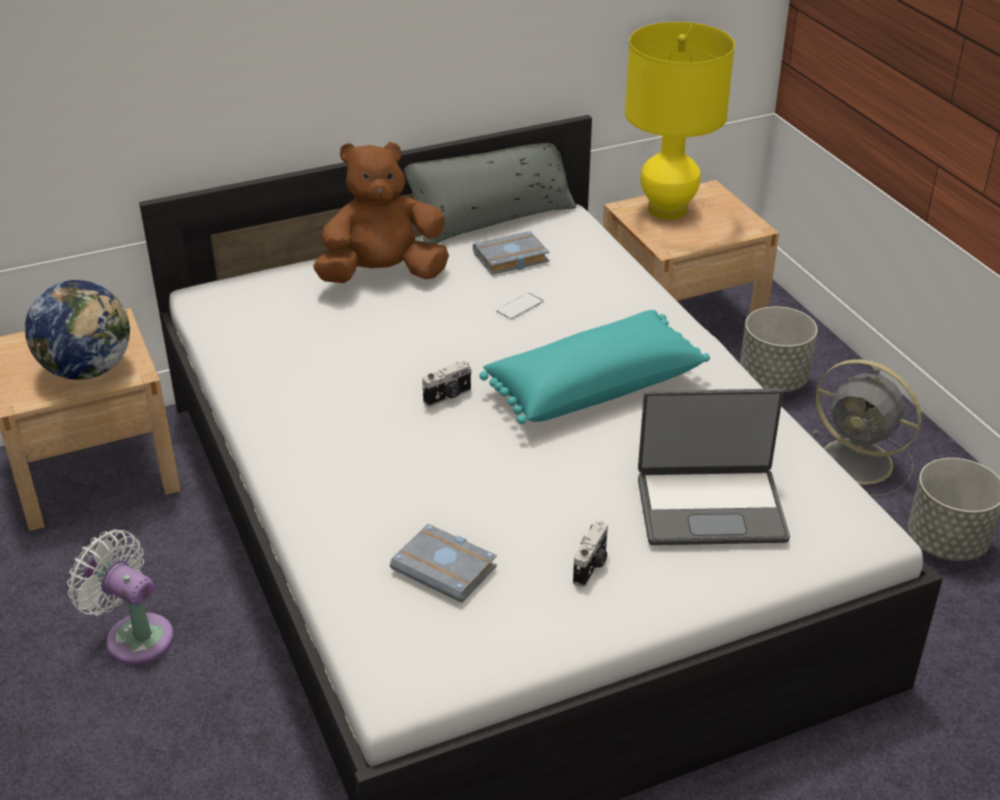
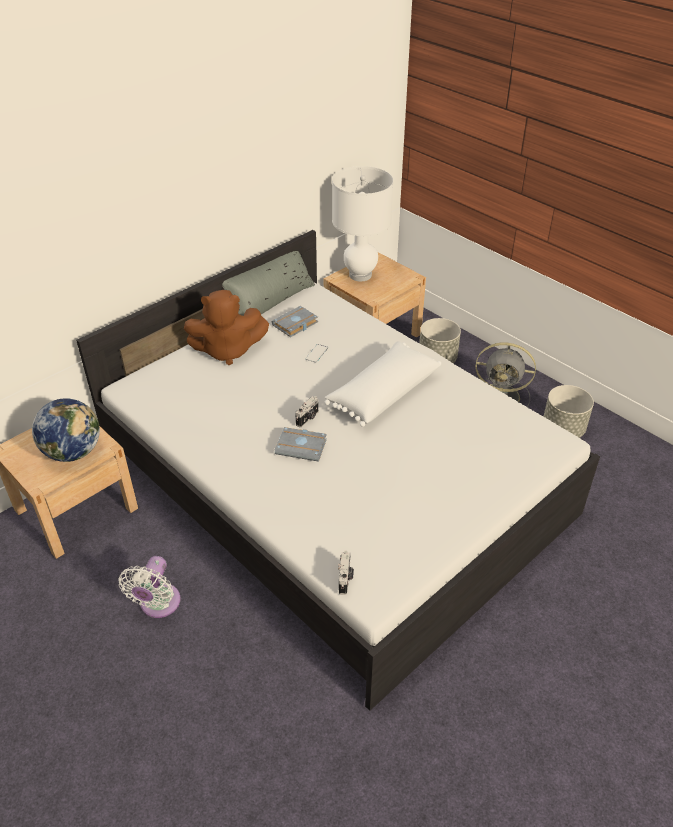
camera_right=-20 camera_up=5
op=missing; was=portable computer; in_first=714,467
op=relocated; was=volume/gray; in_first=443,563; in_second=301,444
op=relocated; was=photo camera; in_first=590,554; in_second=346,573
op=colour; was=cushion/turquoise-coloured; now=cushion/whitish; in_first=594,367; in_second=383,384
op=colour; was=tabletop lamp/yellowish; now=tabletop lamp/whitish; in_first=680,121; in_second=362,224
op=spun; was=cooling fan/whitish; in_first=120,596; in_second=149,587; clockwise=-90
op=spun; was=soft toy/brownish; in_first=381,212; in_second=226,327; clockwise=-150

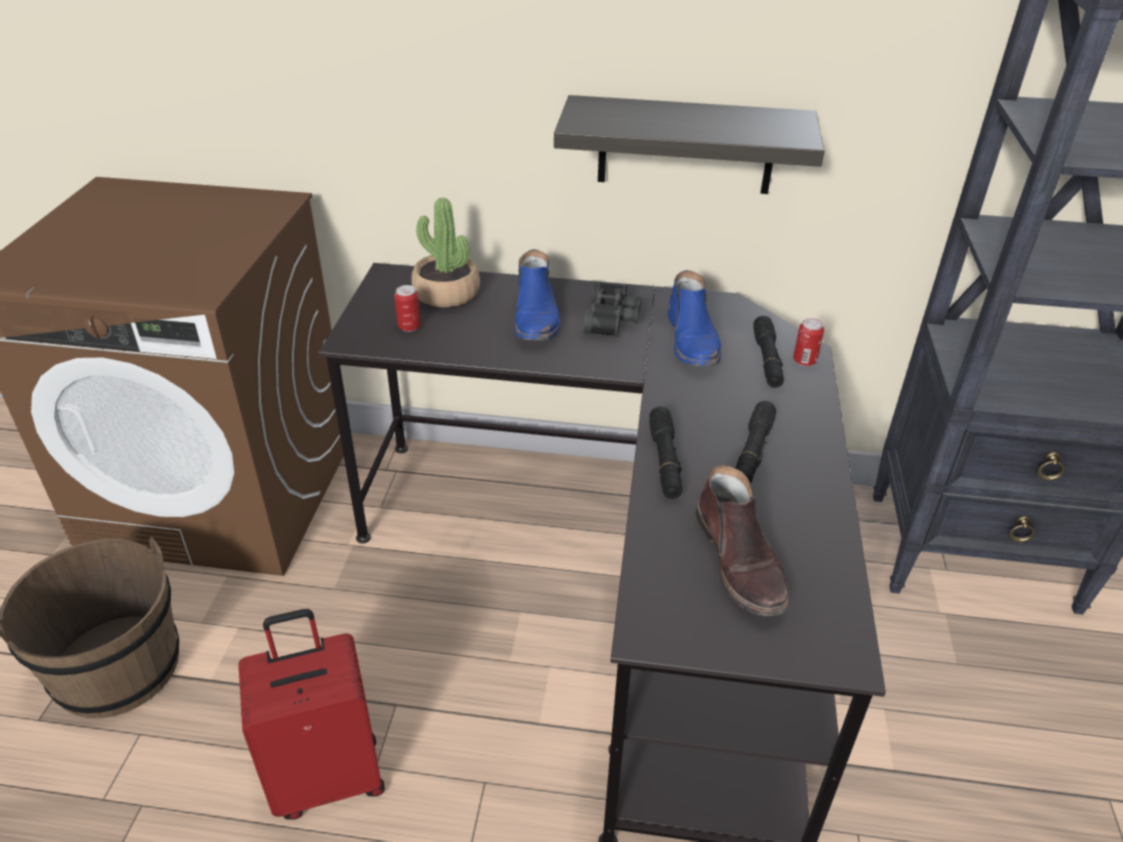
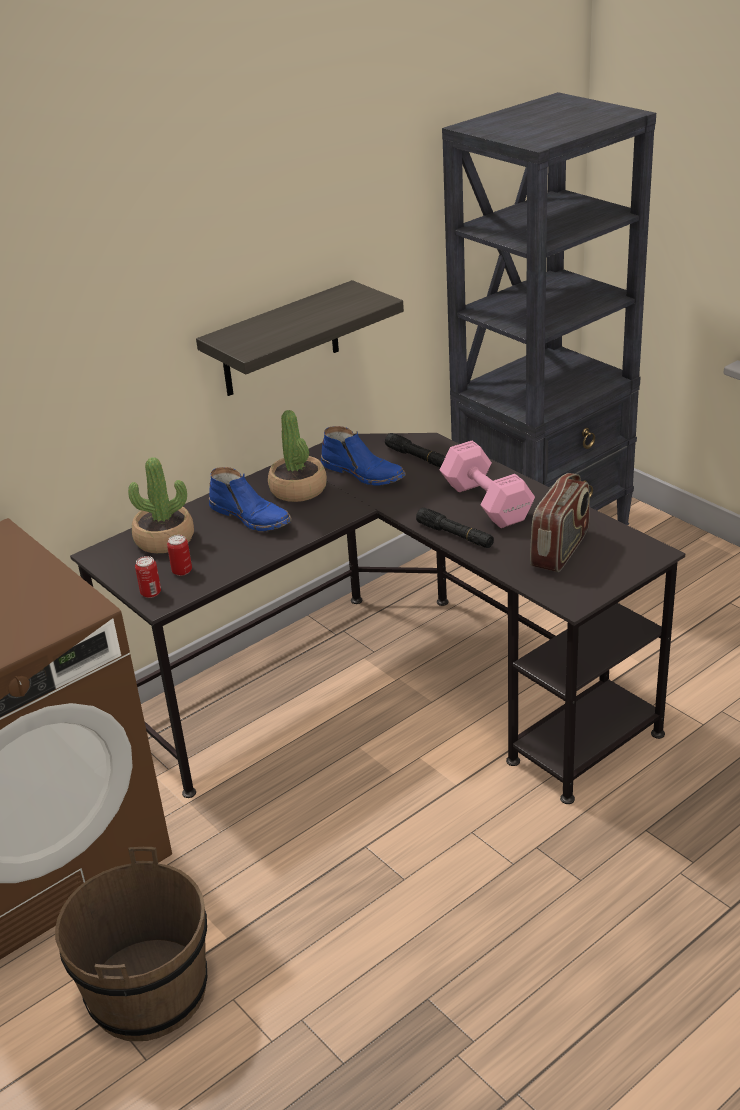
camera_right=-45 camera_up=-5
op=missing; was=piece of luggage/red; in_first=311,714
op=relocated; was=metal can; in_first=808,342; in_second=148,577
op=exchanged; was=field glasses/blackish; now=houseplant; in_first=612,309; in_second=297,456
op=exchanged; was=boot/brownish; now=radio; in_first=742,540; in_second=560,522
op=exchanged; was=hand torch/blackish; now=hand weight/pink; in_first=755,442; in_second=487,484

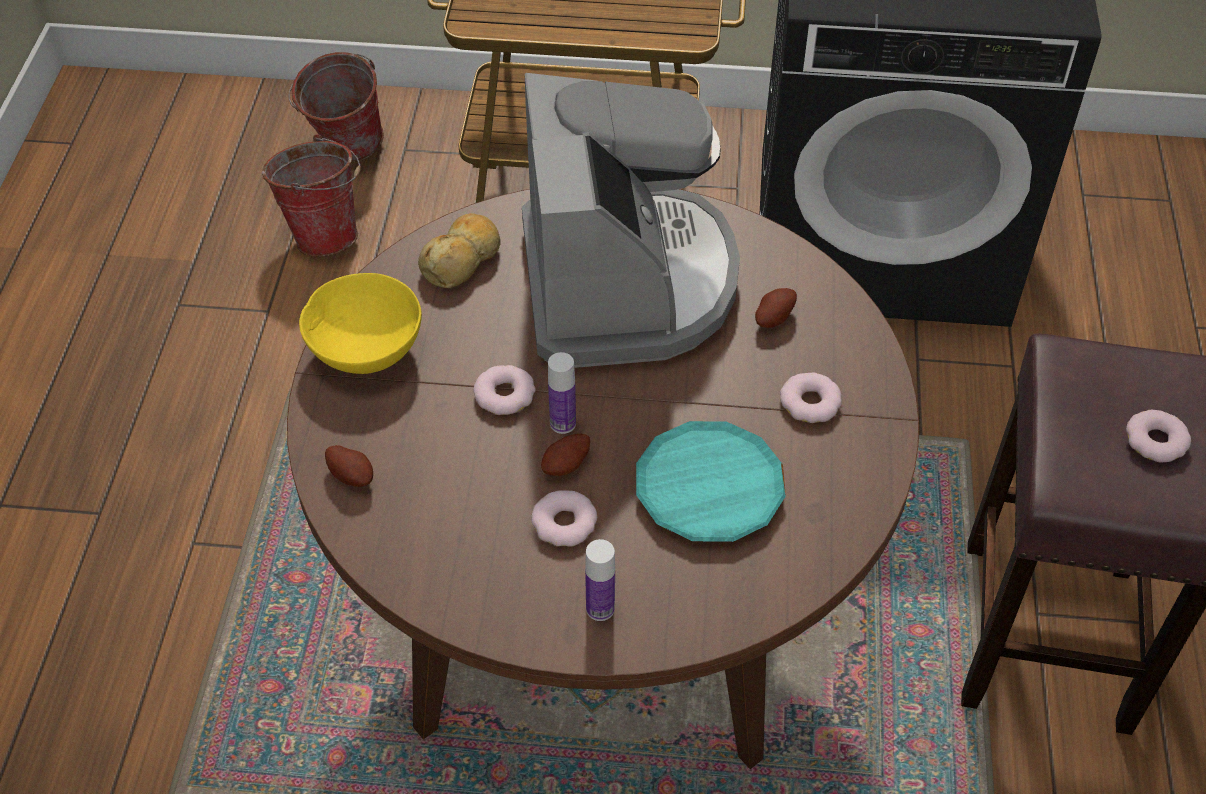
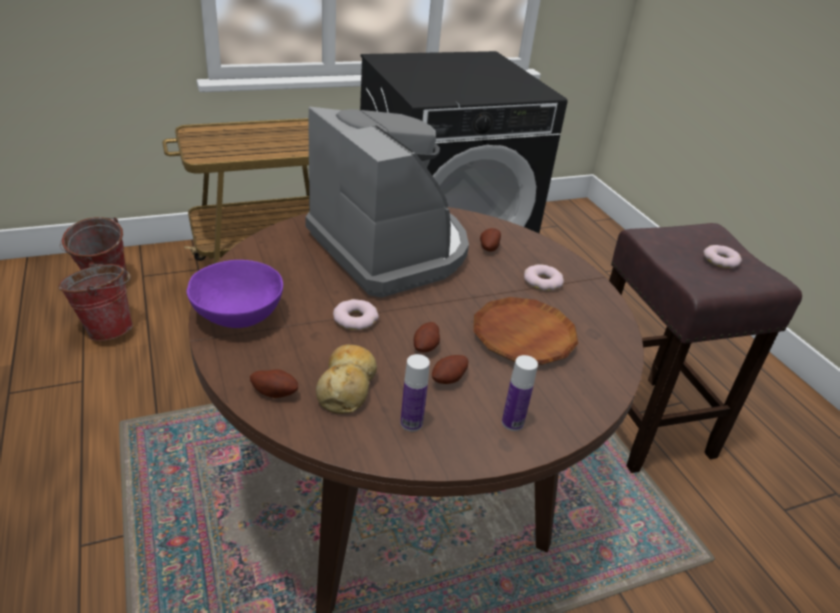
camera_right=-30 camera_up=-15
op=relocated; was=bread; in_first=459,250; in_second=346,379
op=relocated; was=beverage bottle; in_first=562,393; in_second=415,393
op=exchanged; was=donut; now=spud; in_first=564,518; in_second=450,369
op=colour; was=serving bowl/yellowish; now=serving bowl/purple-coloured; in_first=360,323; in_second=235,294
op=colour; was=dinner plate/turquoise-coloured; now=dinner plate/brownish; in_first=711,481; in_second=526,331

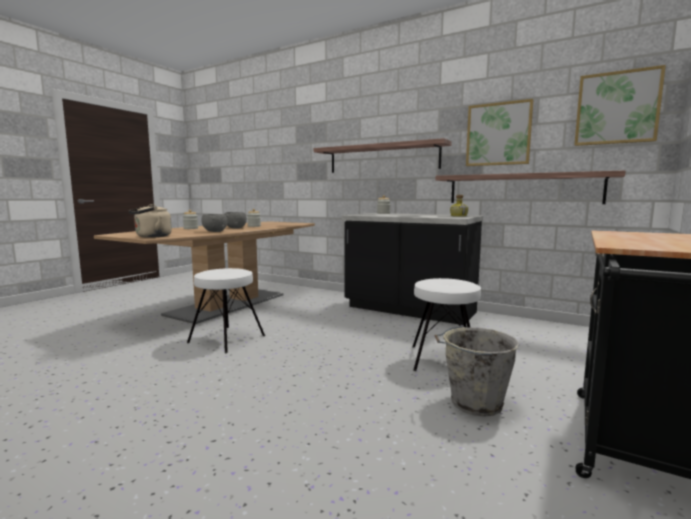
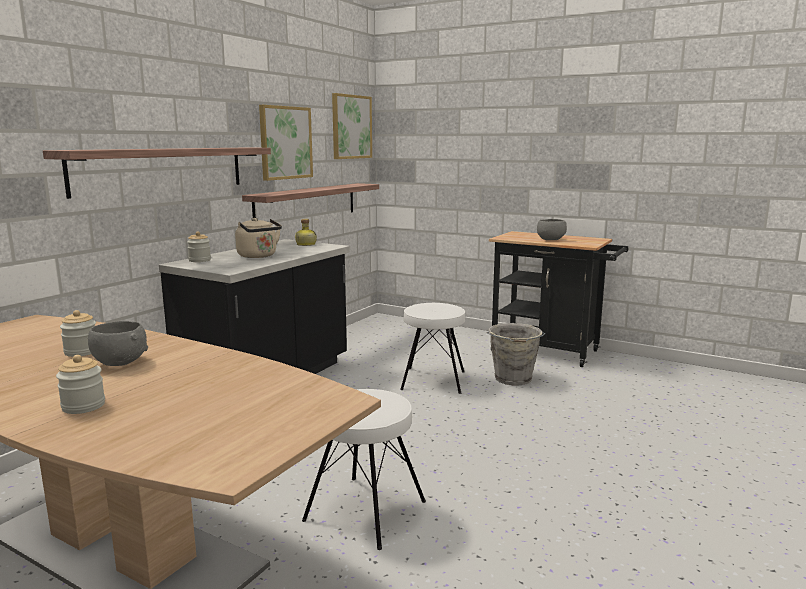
camera_right=-90 camera_up=5
op=relocated; was=kettle/sand-coloured; in_first=150,221; in_second=258,238
op=relocated; was=serving bowl/gray; in_first=214,223; in_second=552,229

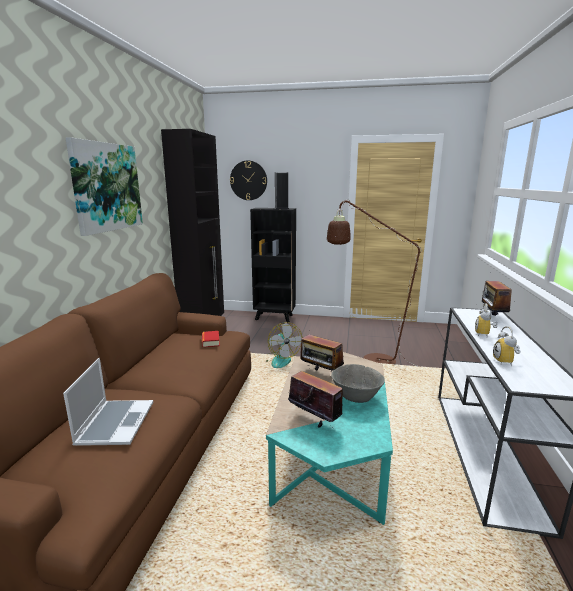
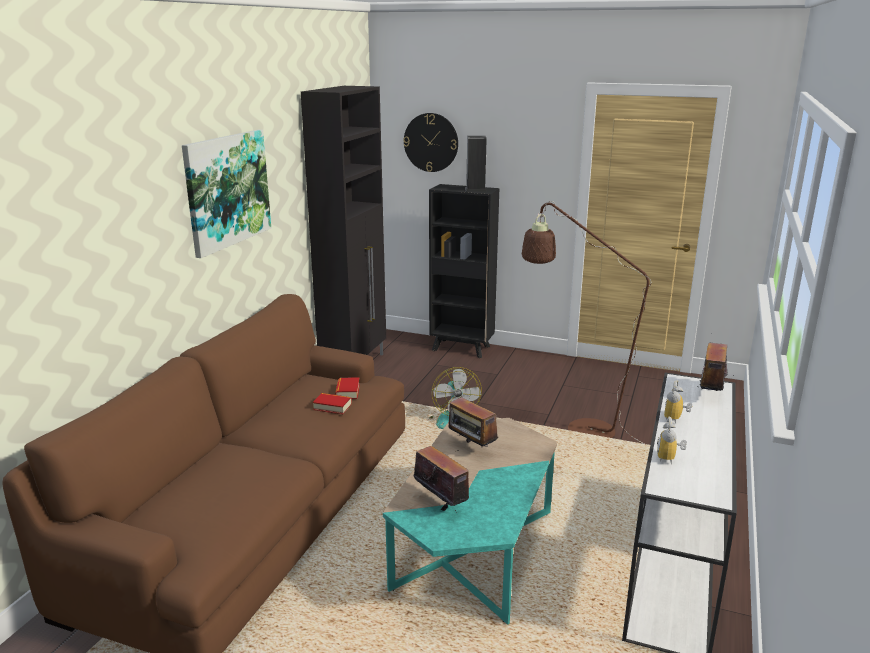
camera_right=10 camera_up=5
op=missing; was=portable computer; in_first=108,402
op=missing; was=serving bowl/gray; in_first=358,383
op=appeared; now=volume; in_second=332,403

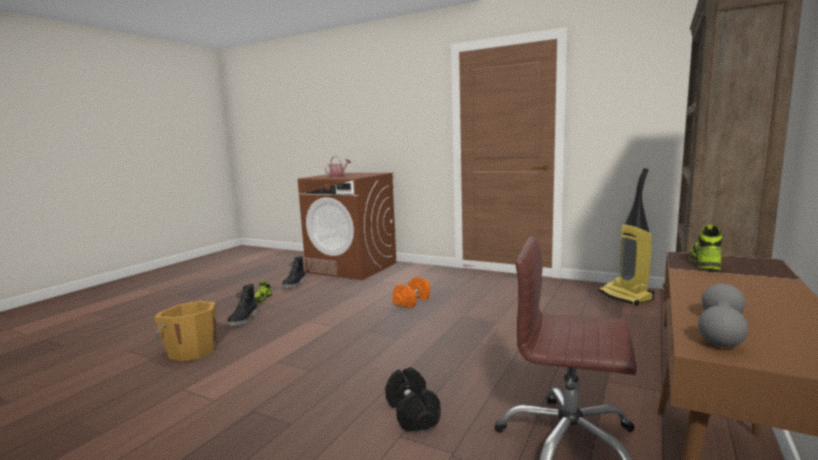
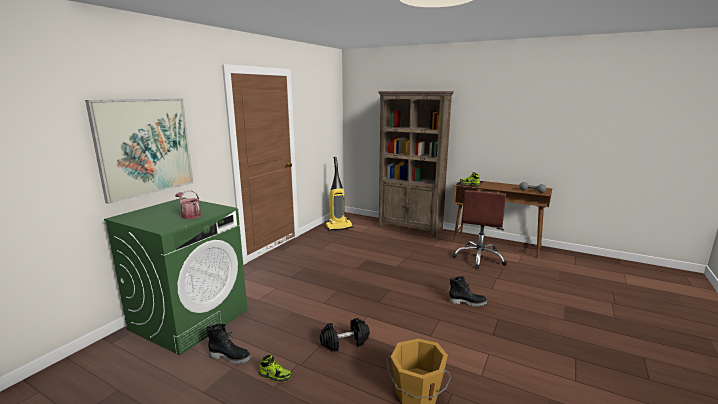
camera_right=-90 camera_up=5
op=missing; was=hand weight/orangey; in_first=411,292
op=appeared; now=wall picture; in_second=139,151
op=relocated; was=boot/blackish; in_first=242,305; in_second=468,291
op=relocated; was=hand weight/blackish; in_first=413,399; in_second=345,335
op=colour; was=laundry machine/brownish; now=laundry machine/green; in_first=347,226; in_second=176,276

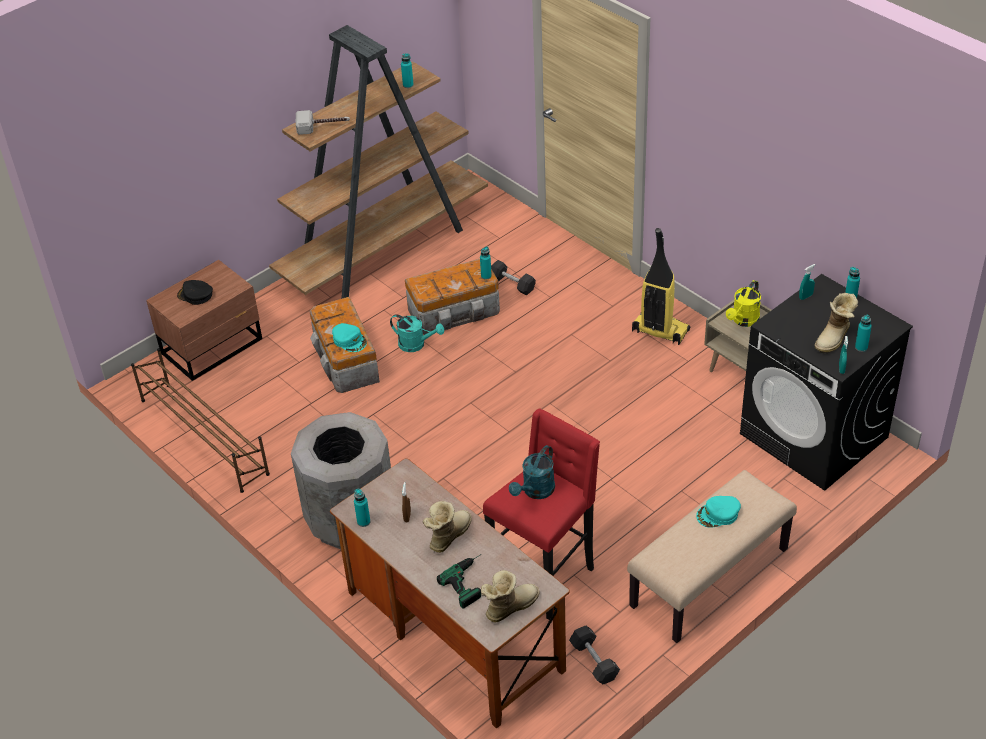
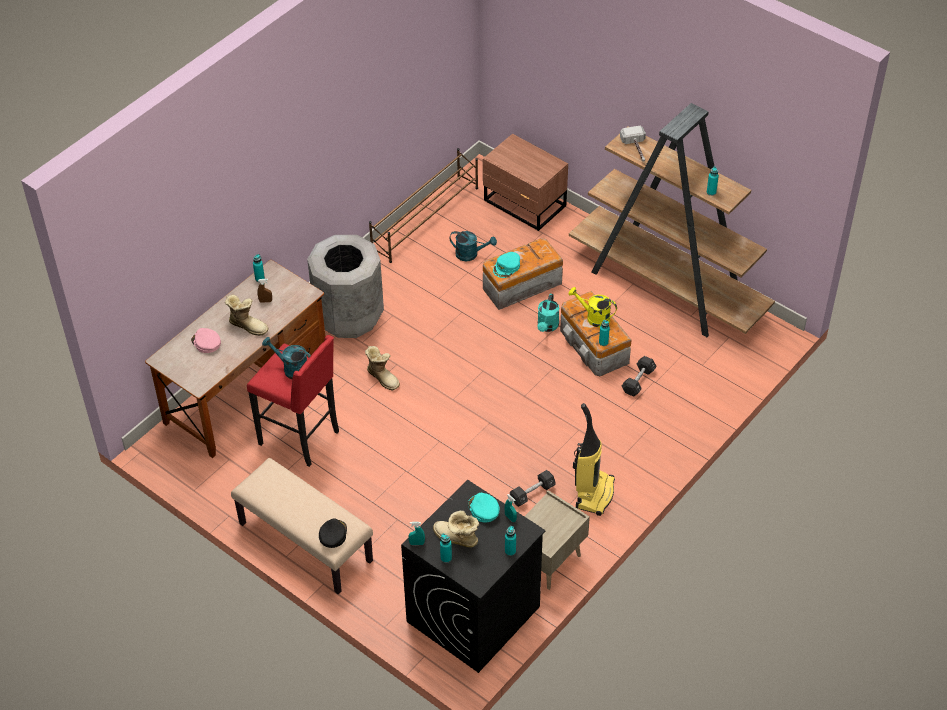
camera_right=80 camera_up=5
op=appeared; now=sprinkling can/turquoise-coloured; in_second=473,246
op=relocated; was=cap/blackish; in_first=195,292; in_second=333,533
op=relocated; was=boot; in_first=510,596; in_second=382,368
op=relocated; was=hand weight/blackish; in_first=594,655; in_second=533,488
op=relocated; was=cap/turquoise-coloured; in_first=718,512; in_second=483,507
op=relocated; was=sprinkling can/yellowish; in_first=743,303; in_second=593,307
op=exchanged; was=power drill; now=cap/pink; in_first=459,581; in_second=206,340

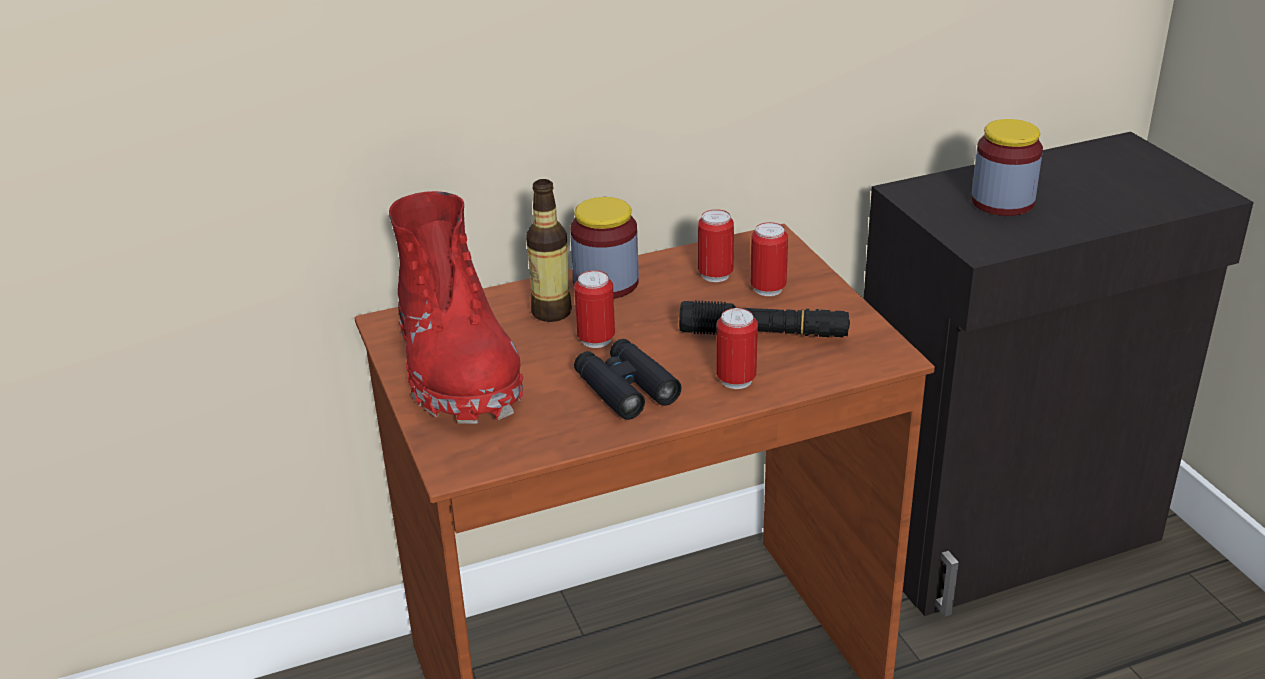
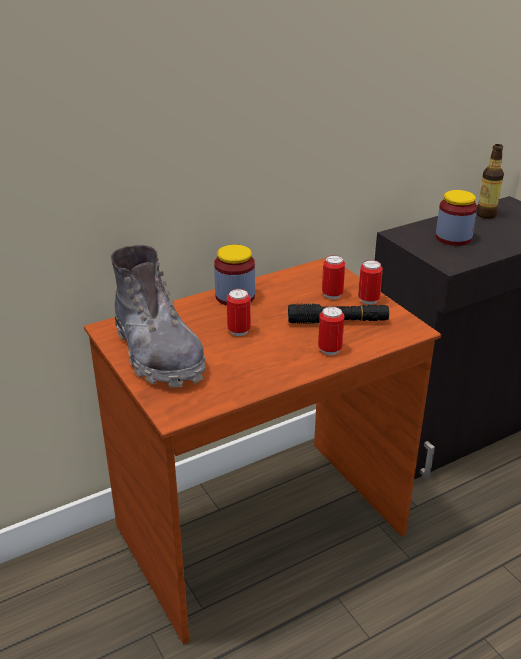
camera_right=-10 camera_up=0
op=missing; was=field glasses/blackish; in_first=627,379
op=relocated; was=beverage bottle; in_first=549,250; in_second=490,181
op=relocated; was=metal can; in_first=716,245; in_second=370,282
op=colour; was=boot/red; now=boot/gray; in_first=456,307; in_second=158,316

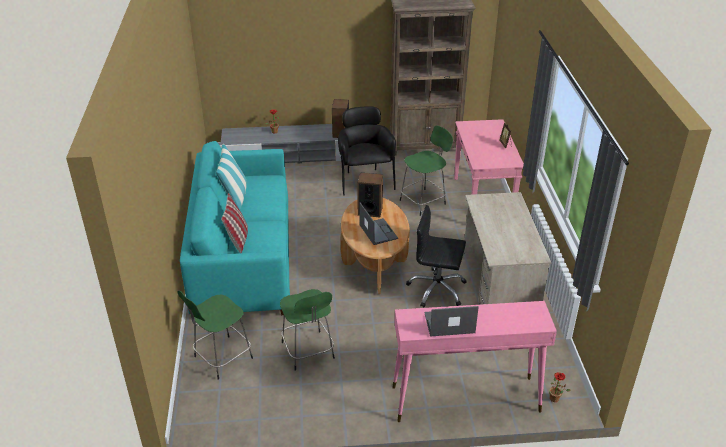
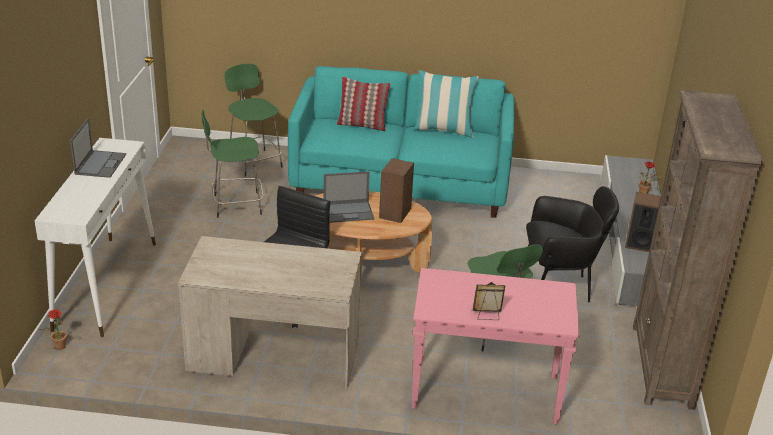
camera_right=100 camera_up=-5
op=colour; was=narrow table/pink; now=narrow table/whitish; in_first=474,361; in_second=95,237

